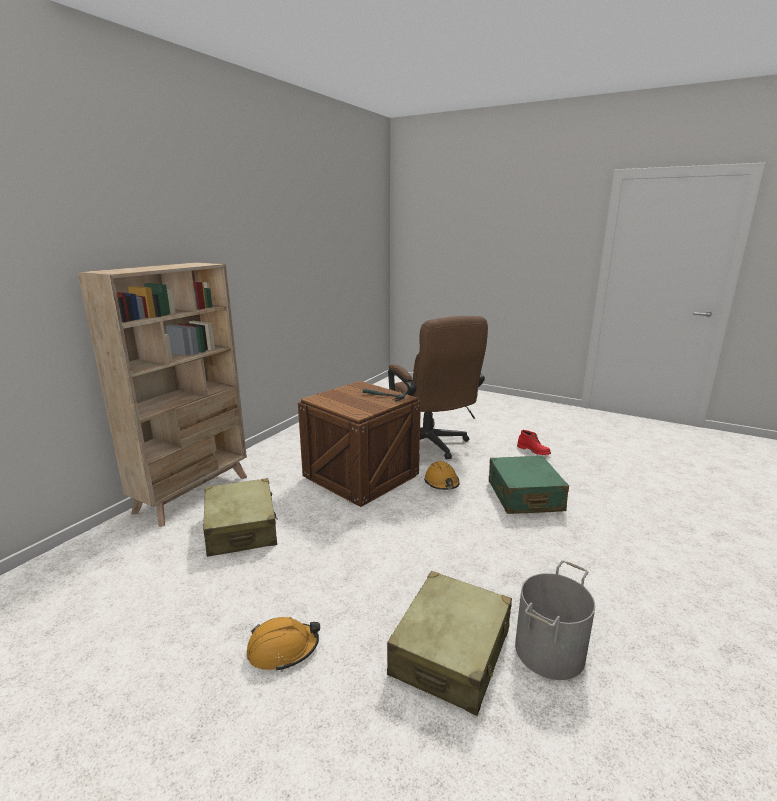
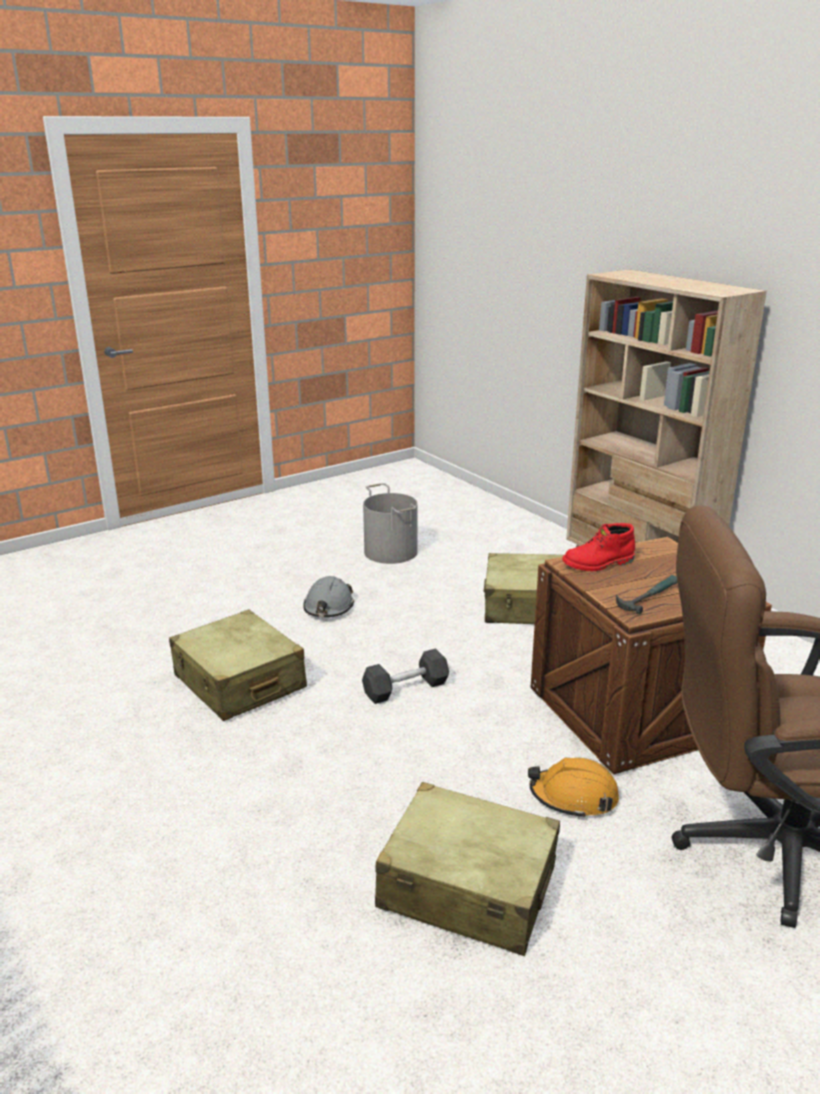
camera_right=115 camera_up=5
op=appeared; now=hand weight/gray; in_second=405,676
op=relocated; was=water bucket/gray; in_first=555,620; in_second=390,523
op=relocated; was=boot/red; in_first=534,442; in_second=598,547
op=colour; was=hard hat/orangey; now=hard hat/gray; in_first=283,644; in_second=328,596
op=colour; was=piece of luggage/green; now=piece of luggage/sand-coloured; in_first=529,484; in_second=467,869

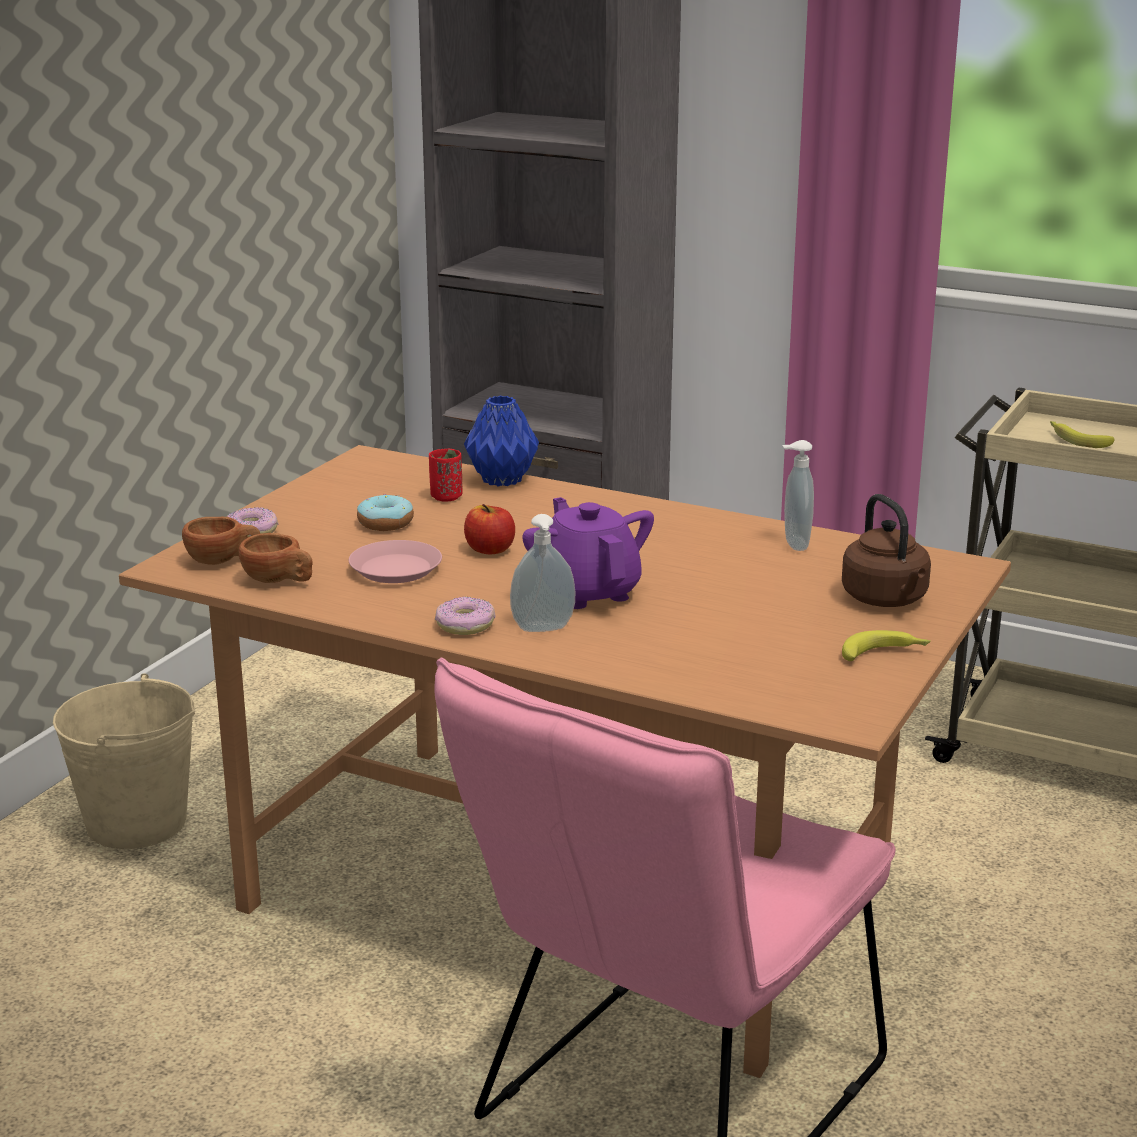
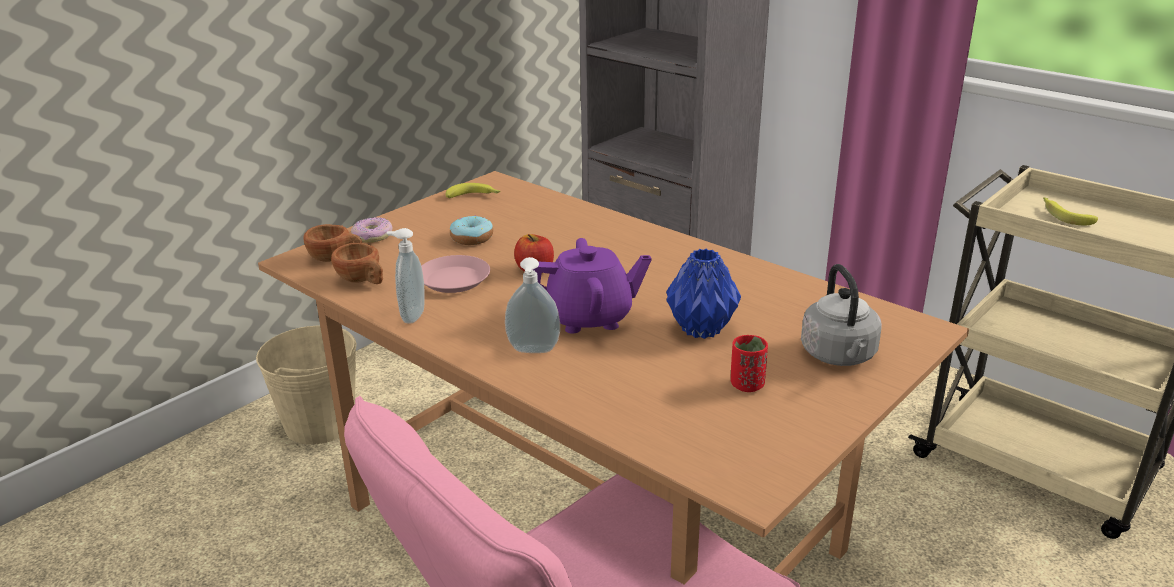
camera_right=15 camera_up=5
op=missing; was=donut; in_first=465,616
op=relocated; was=small cup/red; in_first=446,475; in_second=749,363
op=relocated; was=vase/blue-coloured; in_first=501,440; in_second=703,294
op=relocated; was=liquid soap bottle; in_first=798,495; in_second=405,276
op=relocated; was=banana fruit; in_first=886,645; in_second=473,190
op=colour; was=kettle/brownish; now=kettle/gray; in_first=886,550; in_second=841,315
op=spun; was=teapot/purple-coloured; in_first=588,553; in_second=592,285; clockwise=90

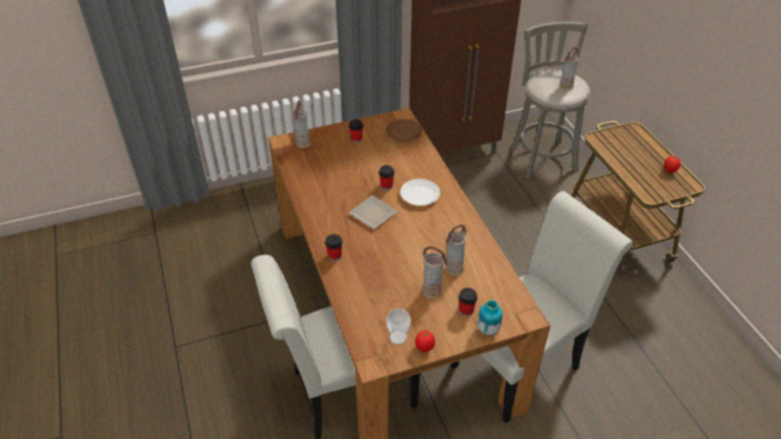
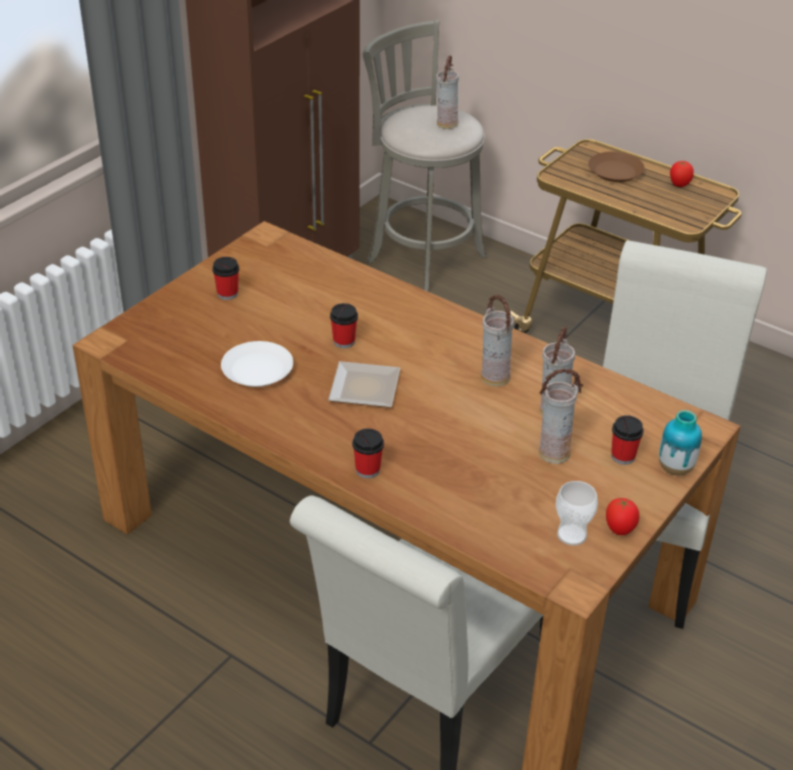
camera_right=-35 camera_up=-5
op=relocated; was=vase; in_first=301,124; in_second=497,340
op=relocated; was=dinner plate/brownish; in_first=404,130; in_second=616,167
op=relocated; was=dinner plate/whitish; in_first=420,192; in_second=257,364

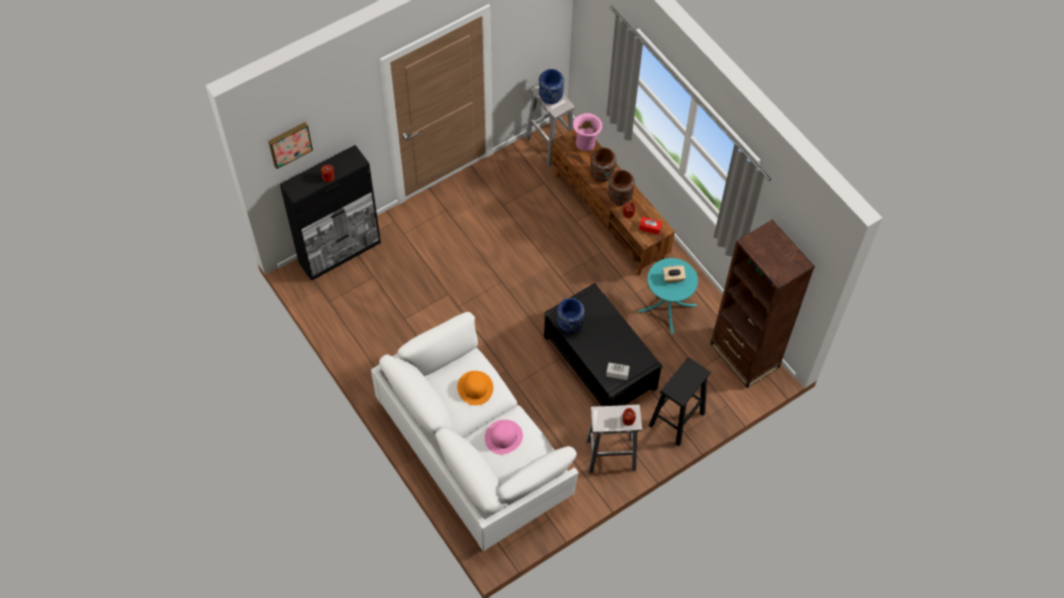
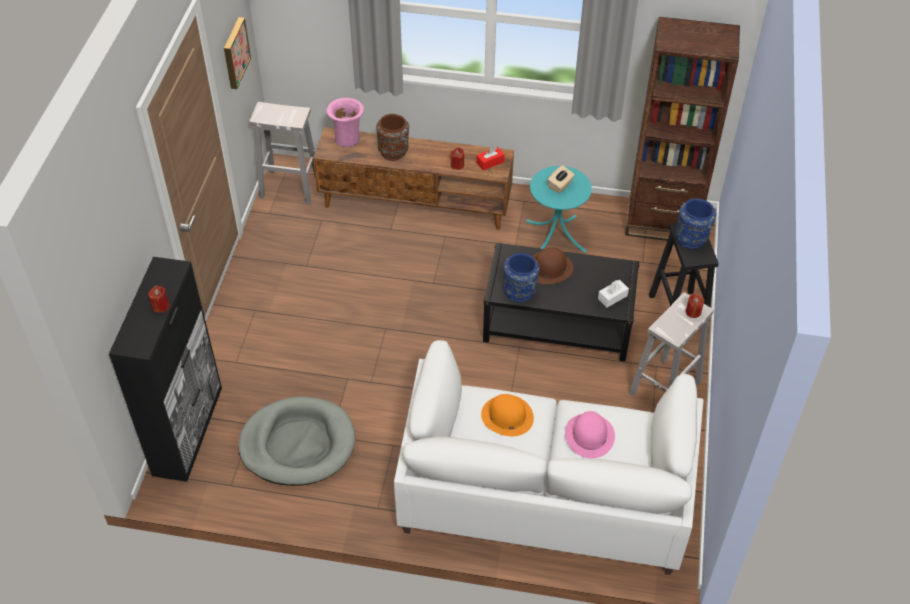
camera_right=-45 camera_up=-10
op=missing; was=vase/brownish; in_first=621,188
op=appeared; now=dog bed/gray; in_second=296,441
op=appeared; now=wearable hat/brownish; in_second=552,265
op=relocated; was=wall picture; in_first=290,145; in_second=237,53
op=relocated; was=vase/blue-coloured; in_first=551,86; in_second=696,223

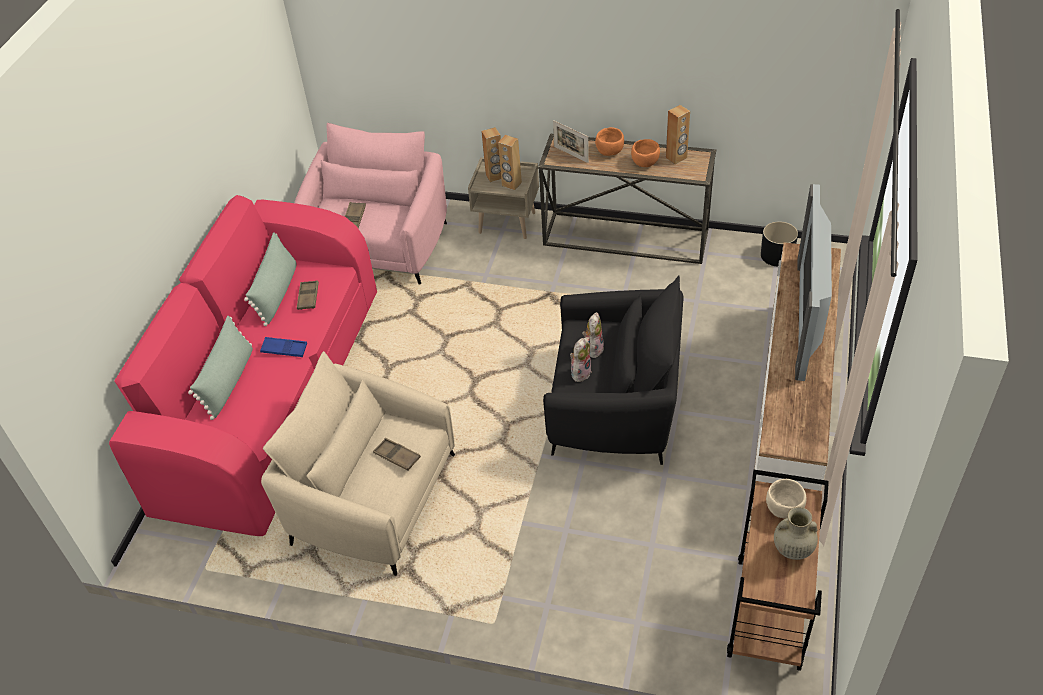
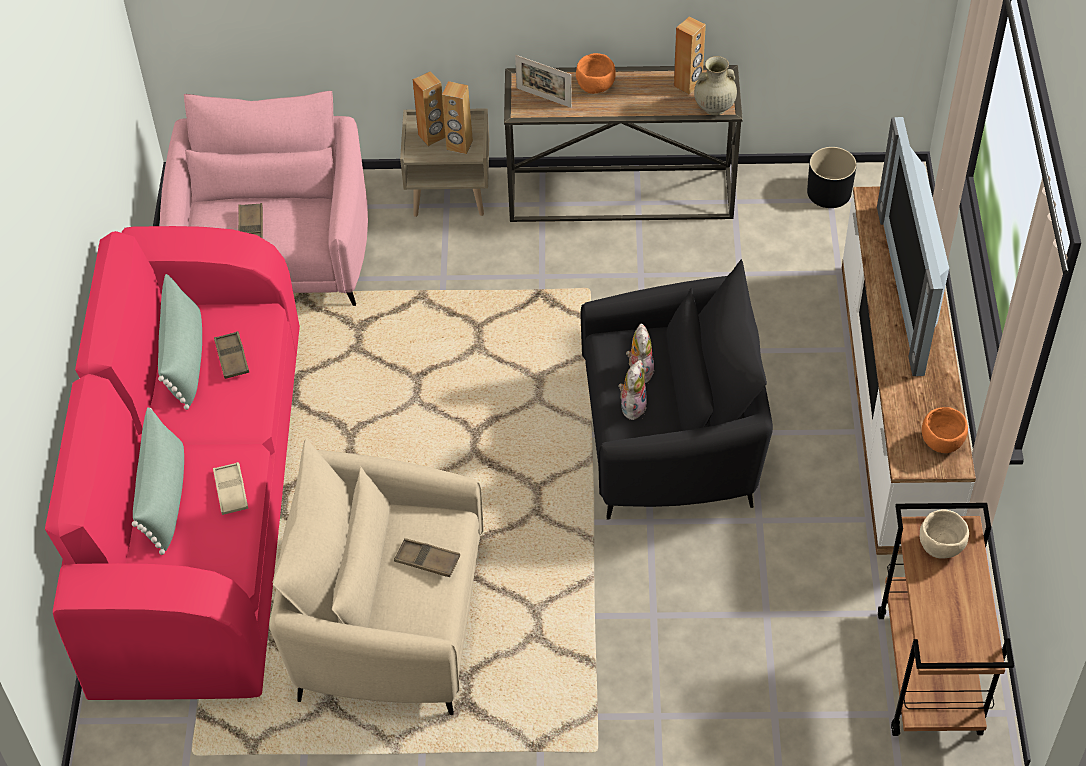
camera_right=-15 camera_up=5
op=missing; was=carrying tray/blue-coloured; in_first=283,347
op=appeared; now=carrying tray/sand-coloured; in_second=230,488
op=relocated; was=serving bowl/orangey; in_first=645,153; in_second=945,430
op=relocated; was=vase/sand-coloured; in_first=796,533; in_second=715,85

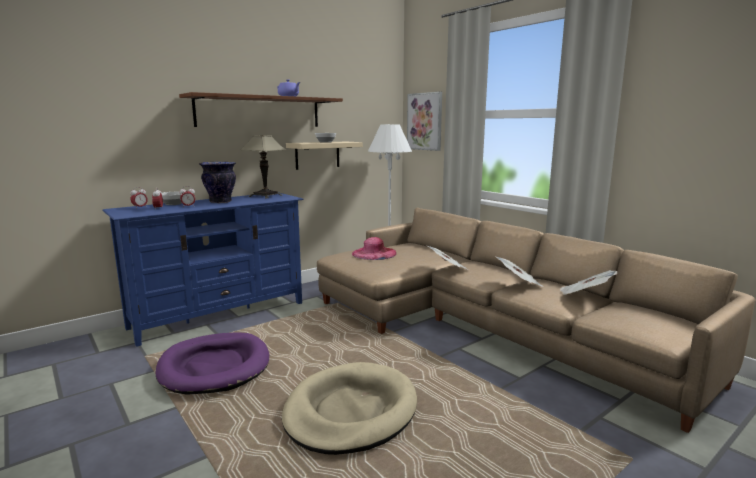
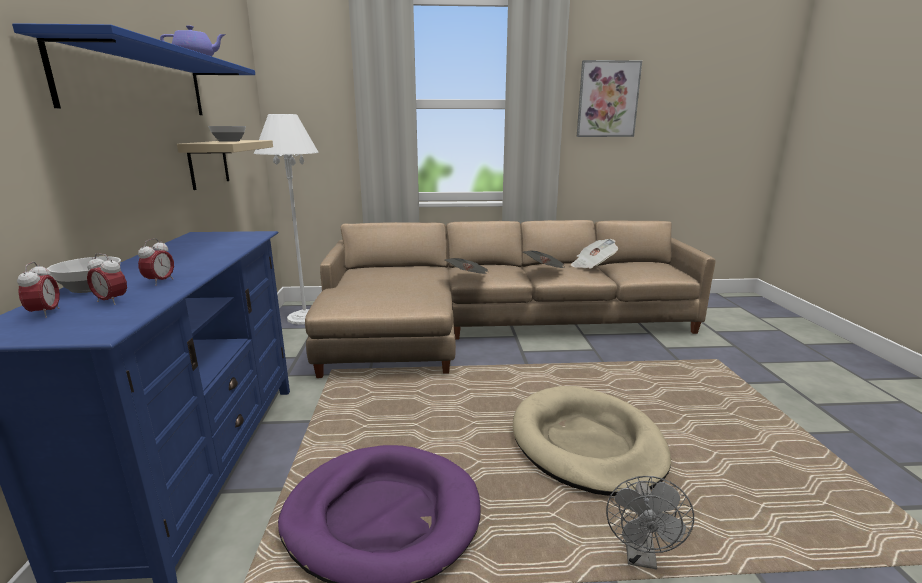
camera_right=-55 camera_up=5
op=missing; was=vase; in_first=217,182
op=missing; was=tabletop lamp; in_first=262,166
op=missing; was=wearable hat/pink; in_first=374,248
op=appeared; now=cooling fan/gray; in_second=650,523
op=relocated; was=wall picture; in_first=424,121; in_second=609,98
op=colour; was=bracket shelf/brownish; now=bracket shelf/blue-coloured; in_first=261,109; in_second=133,69

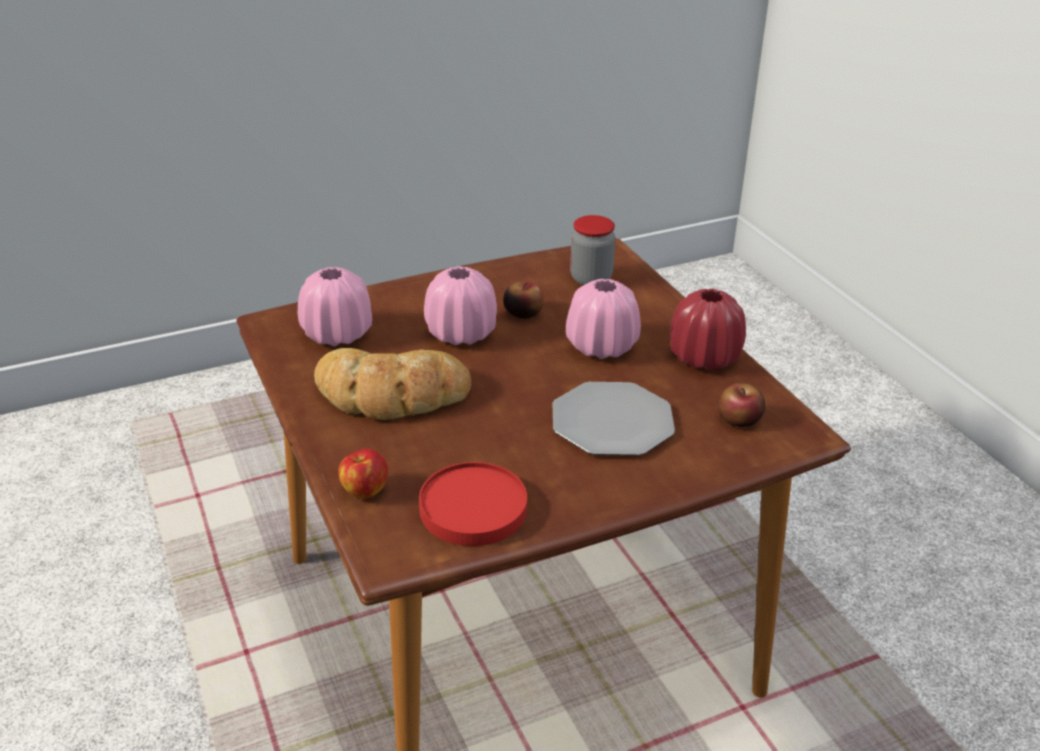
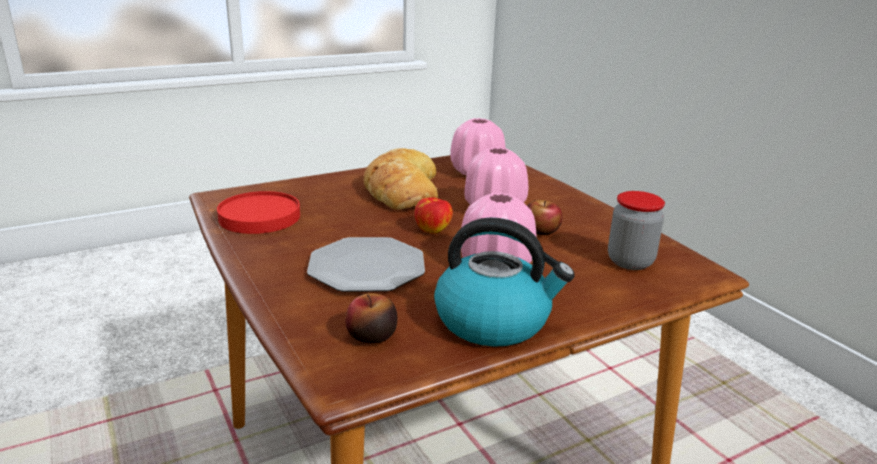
camera_right=85 camera_up=-10
op=relocated; was=apple; in_first=363,473; in_second=433,216
op=exchanged; was=vase/red; now=kettle; in_first=708,329; in_second=504,282

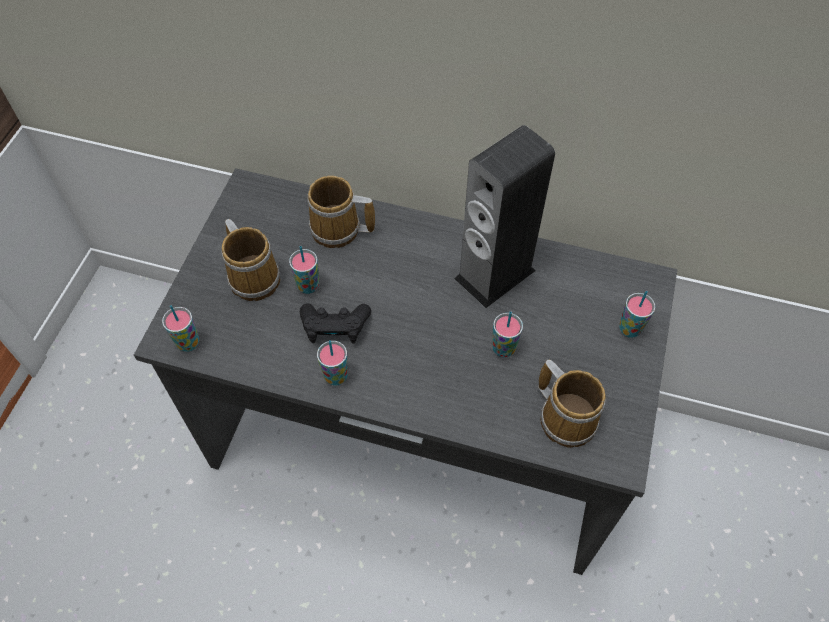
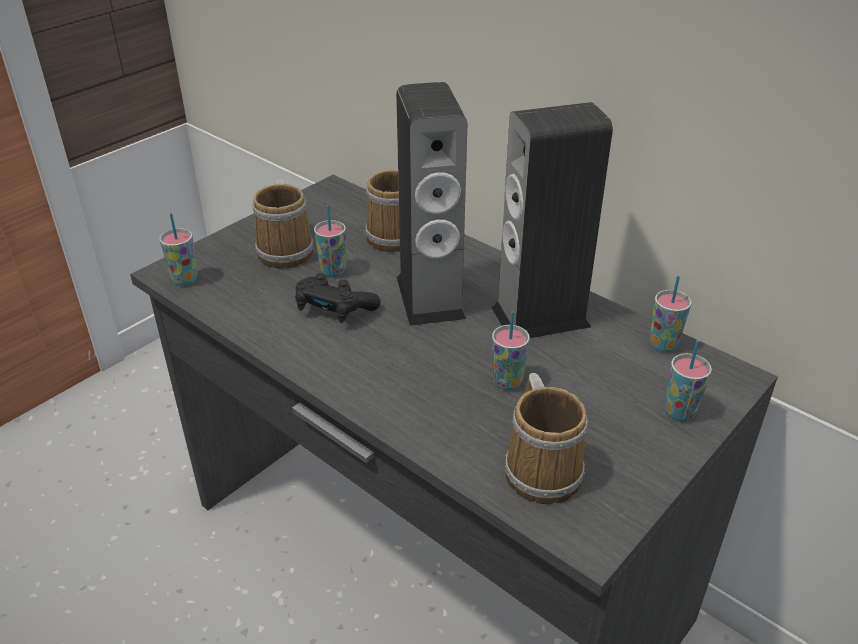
camera_right=25 camera_up=-20
op=appeared; now=audio speaker; in_second=431,204
op=relocated; was=small cup; in_first=332,362; in_second=671,314

